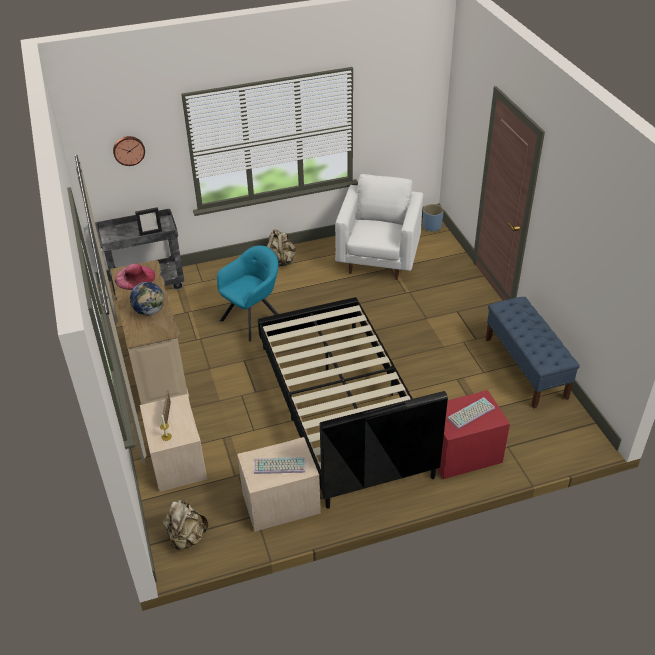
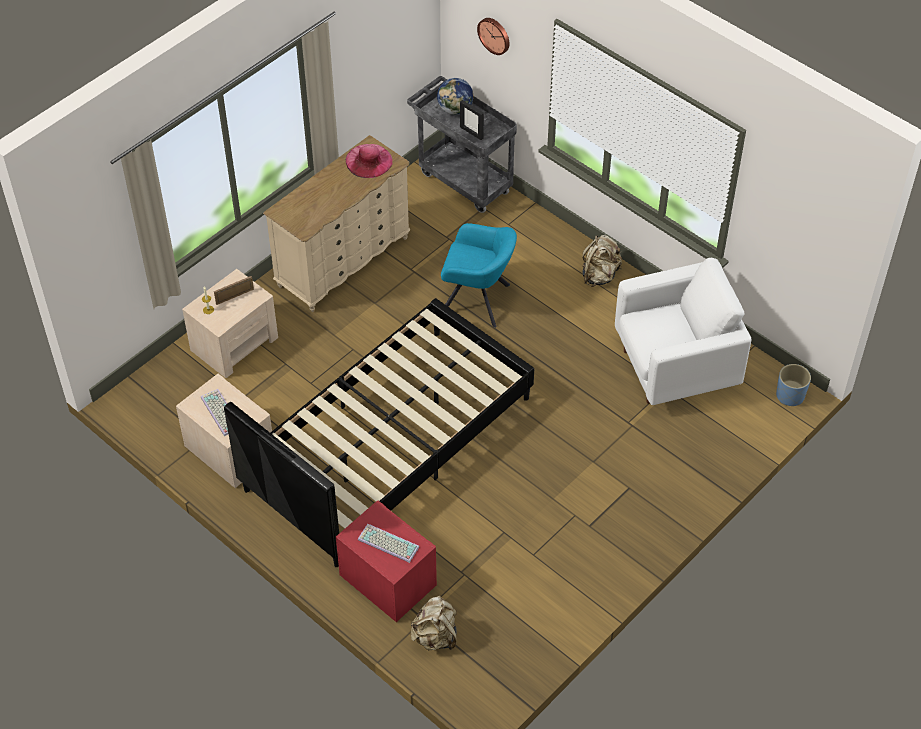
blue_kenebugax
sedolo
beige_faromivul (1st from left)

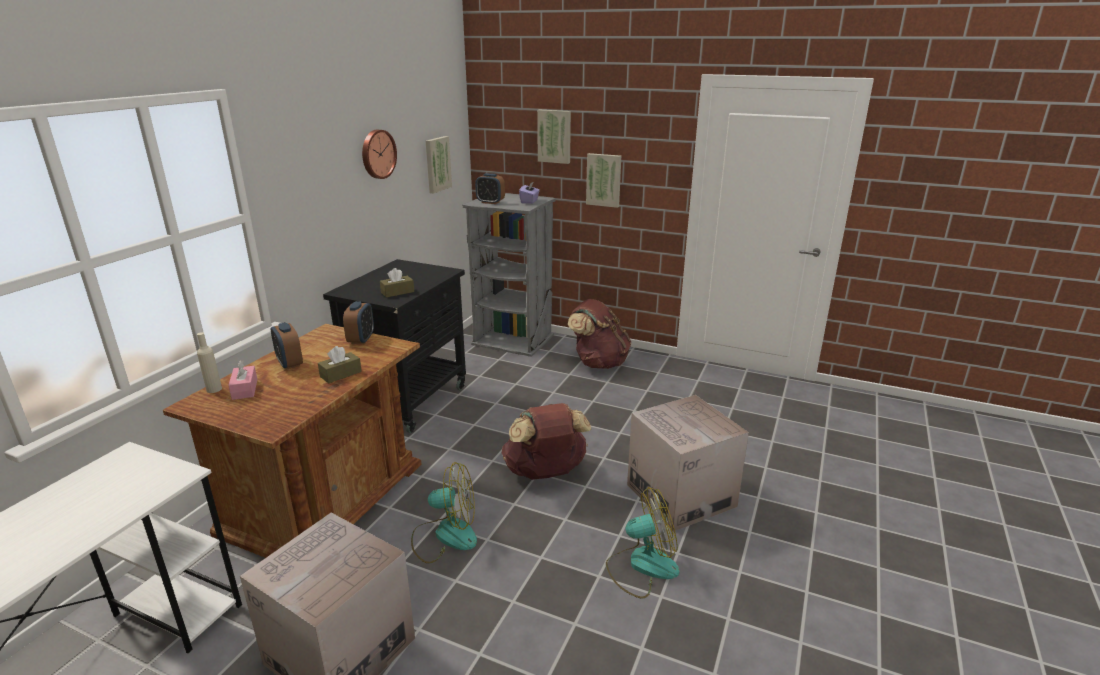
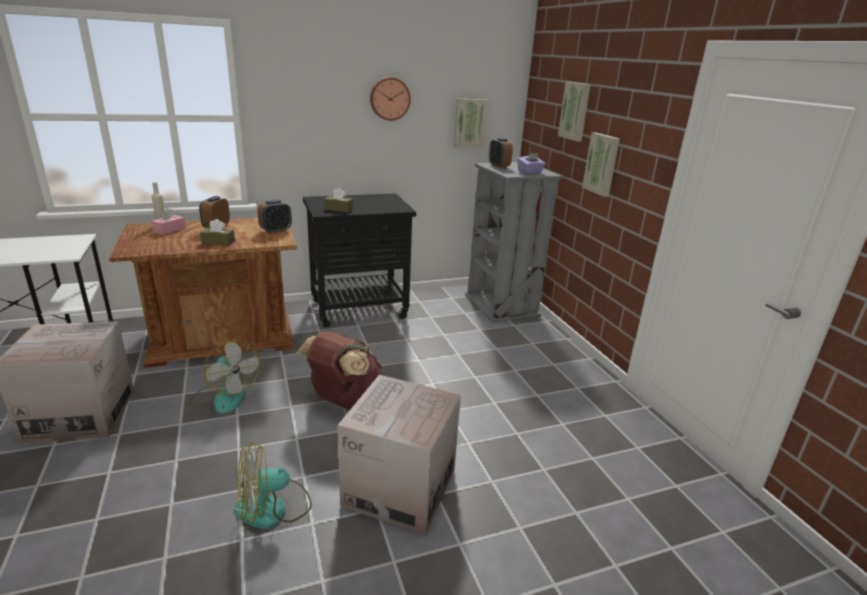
brown_faromivul (2nd from left in the first image)
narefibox (2nd from left)

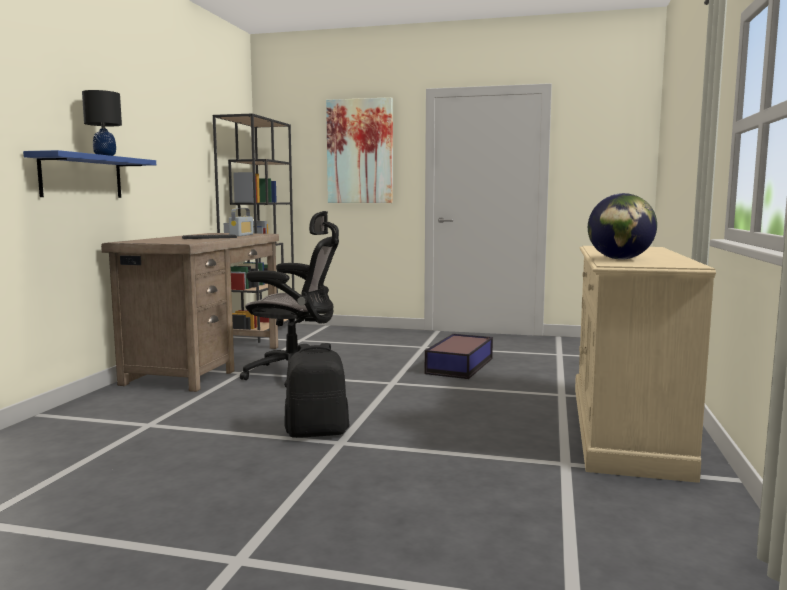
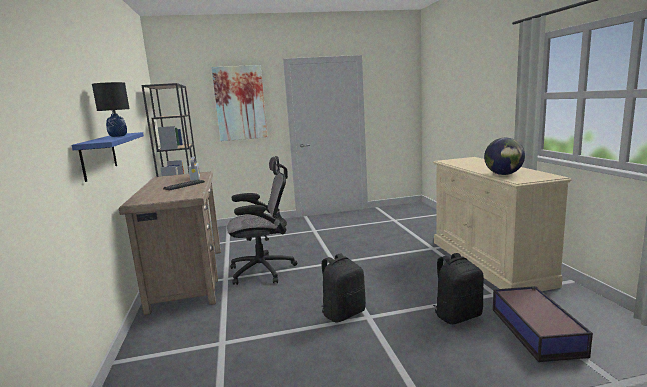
black_faromivul (2nd from left)
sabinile

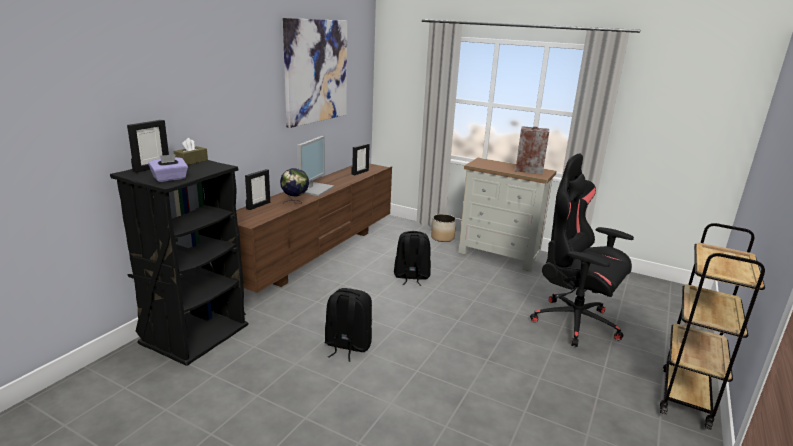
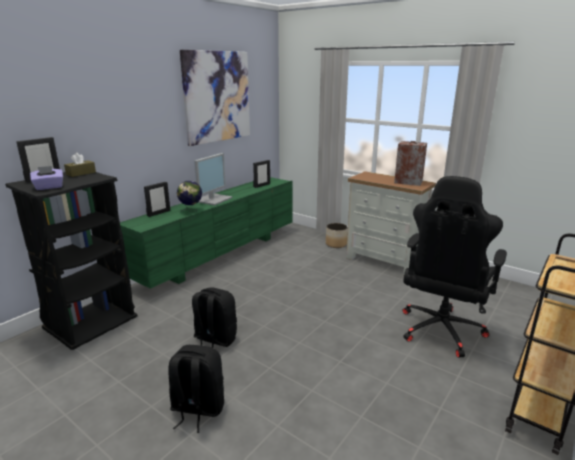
black_faromivul (1st from left)
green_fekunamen
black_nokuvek

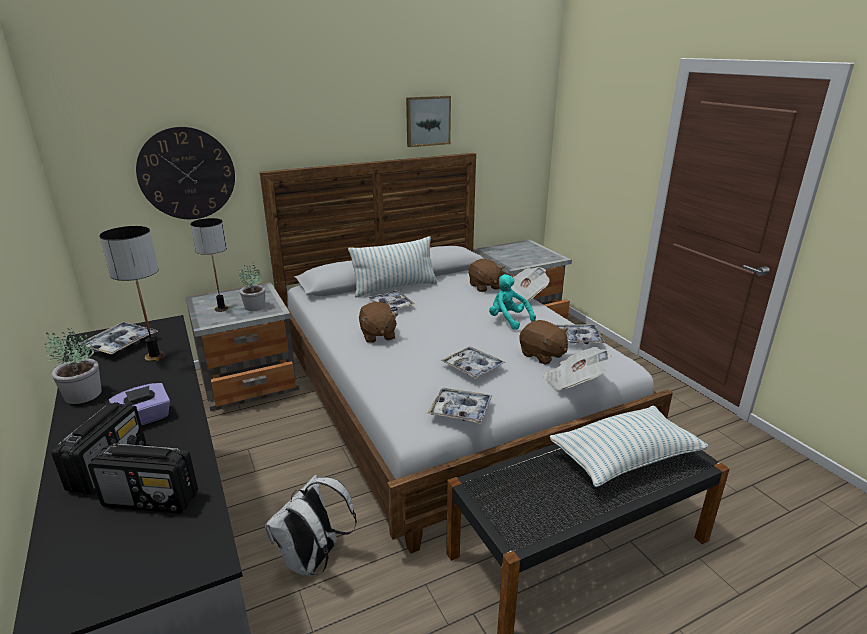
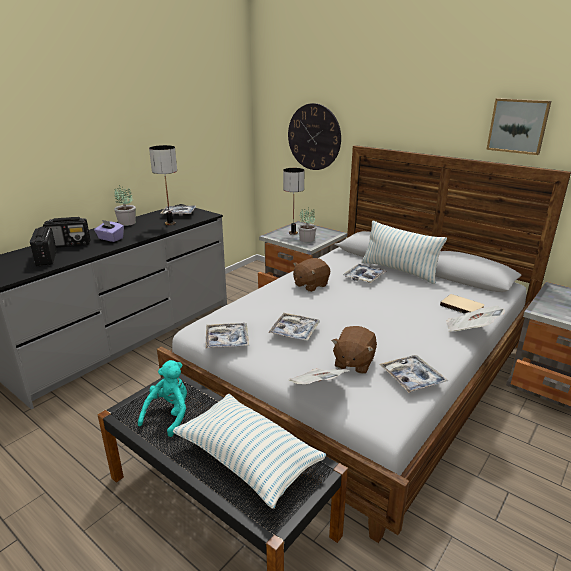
white_faromivul
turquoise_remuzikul
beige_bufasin

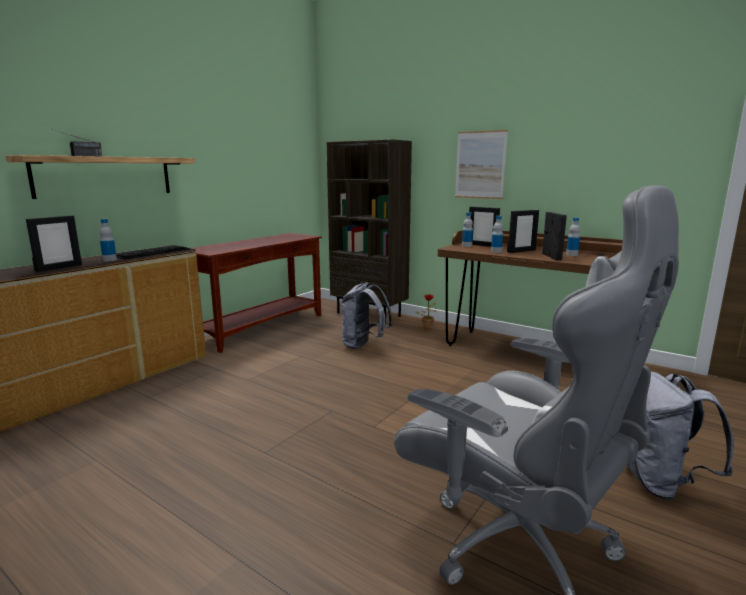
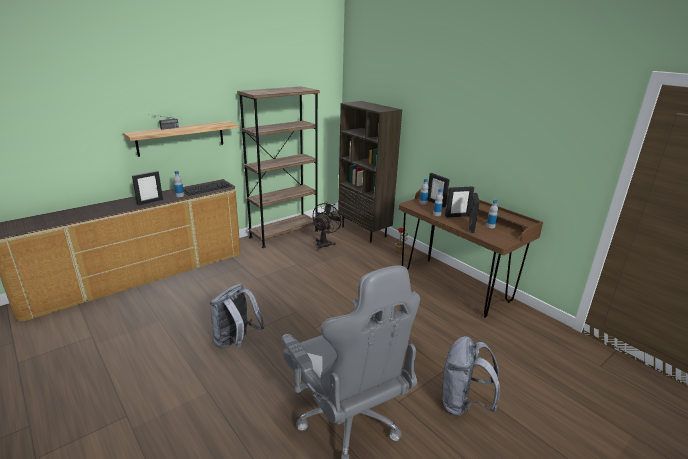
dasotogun
black_narefibox
grey_faromivul (1st from left)
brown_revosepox (1st from left)

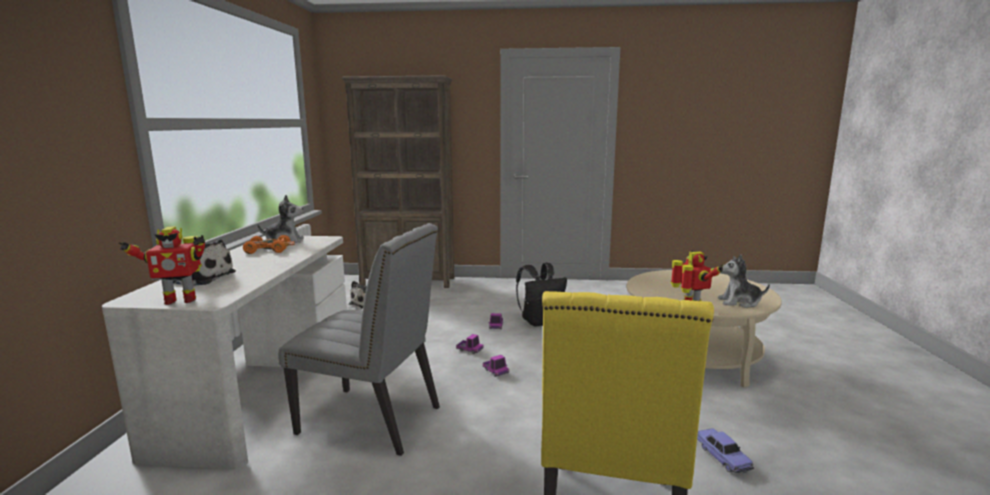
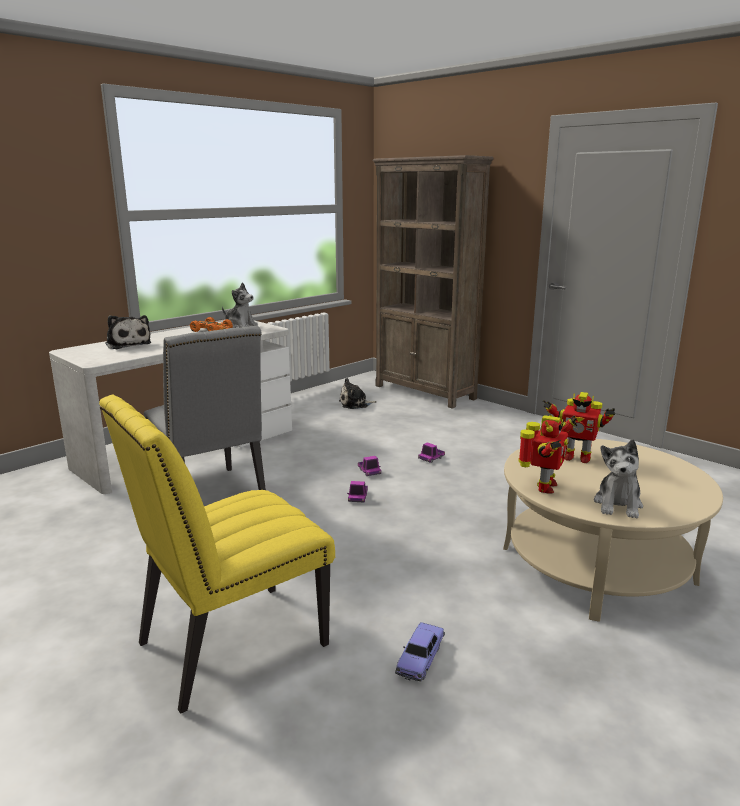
black_faromivul
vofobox (2nd from left)
remuzikul (4th from left)

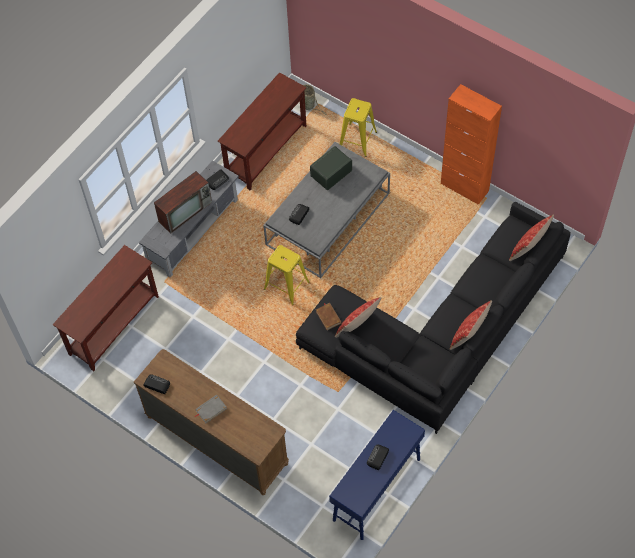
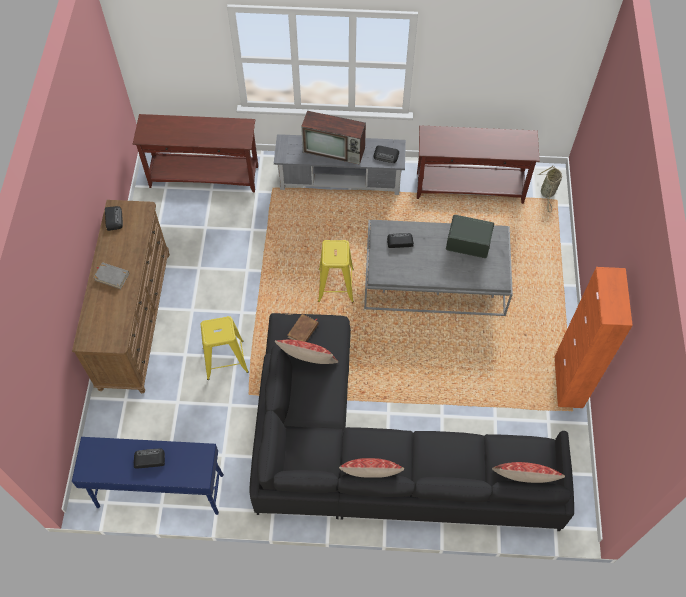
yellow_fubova (1st from left)

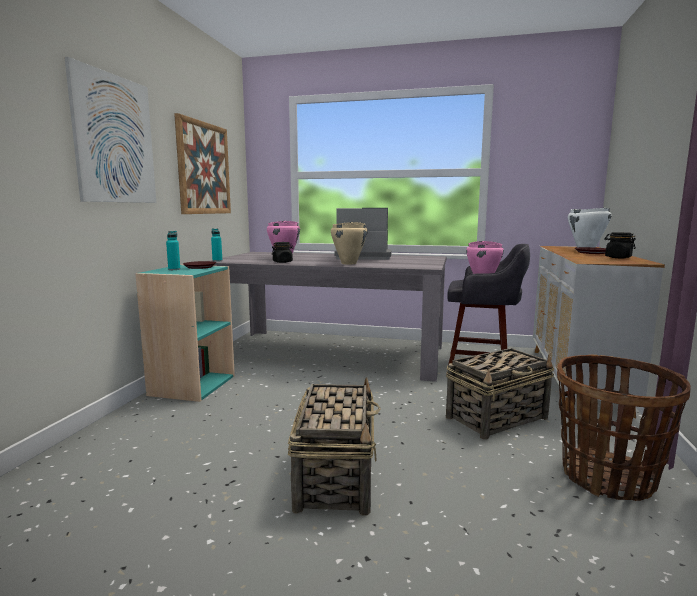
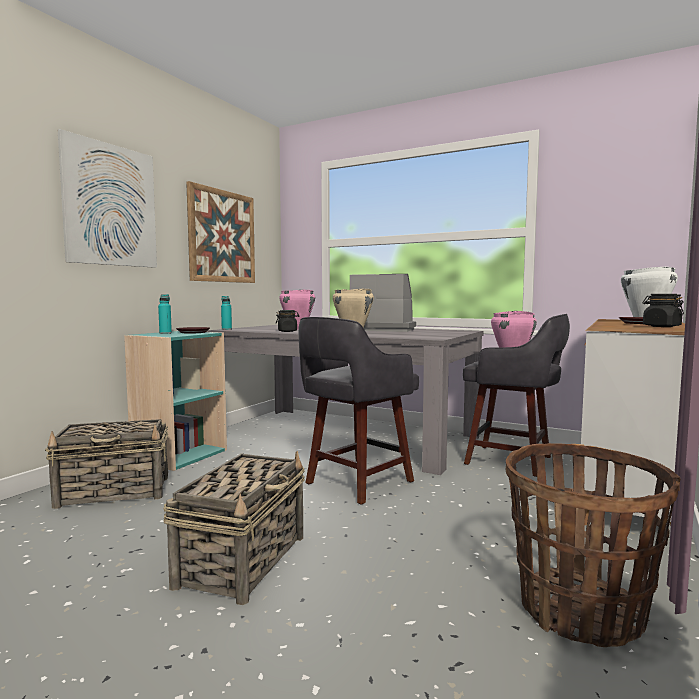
grey_fubova (1st from left)
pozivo (1st from left)

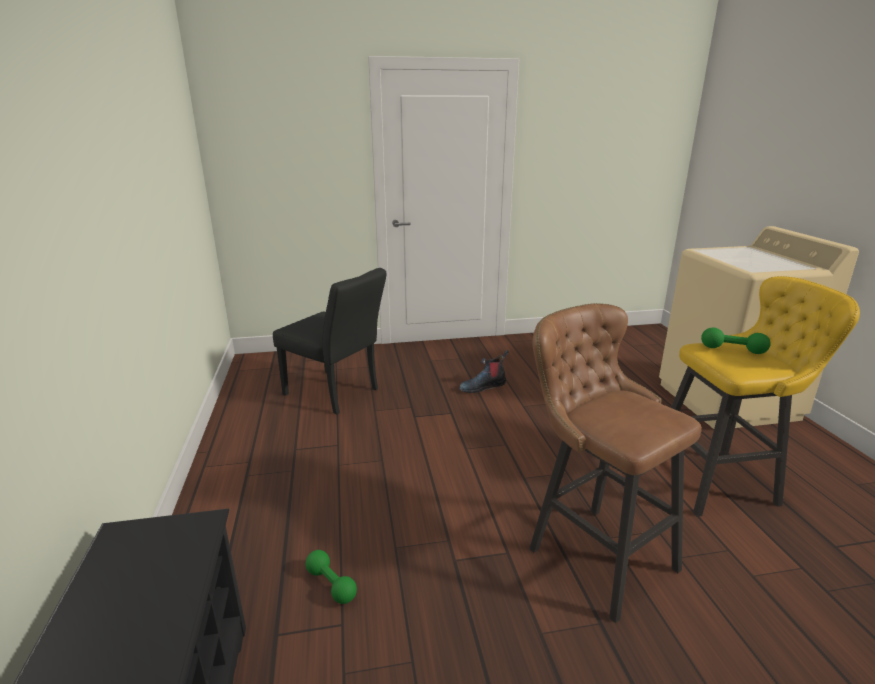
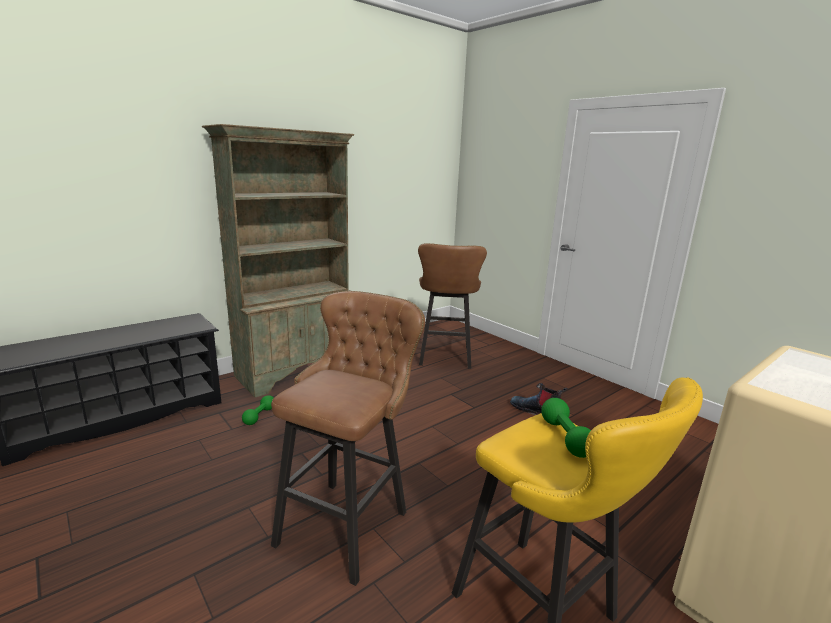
green_revosepox
brown_fubova (2nd from left)

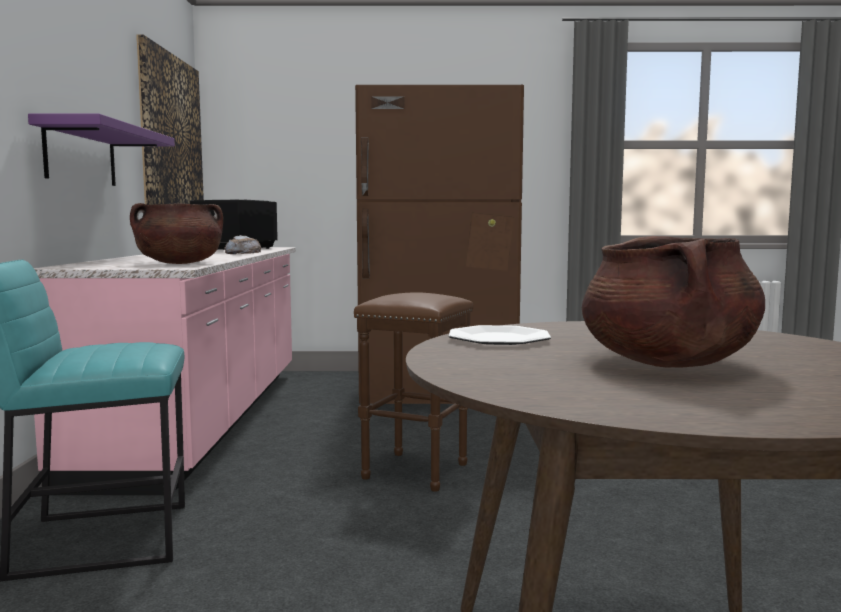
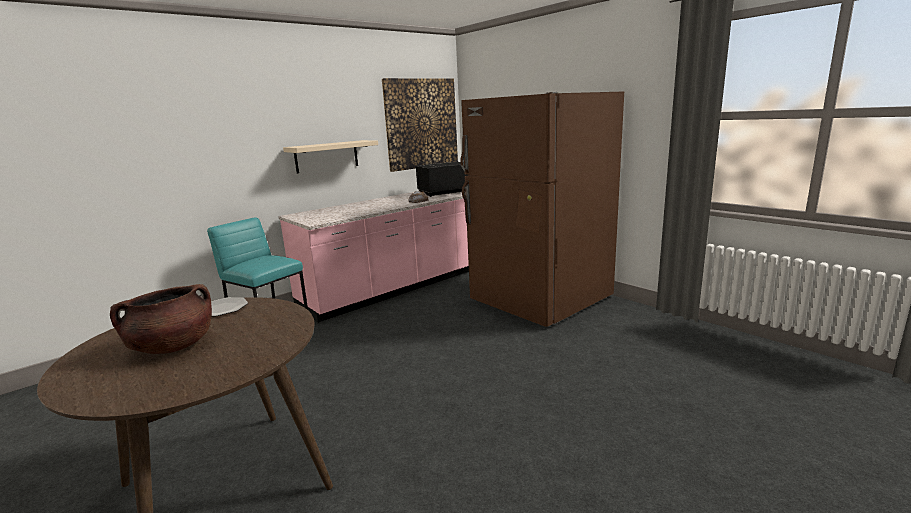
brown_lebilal (1st from left in the first image)
brown_fubova
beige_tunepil

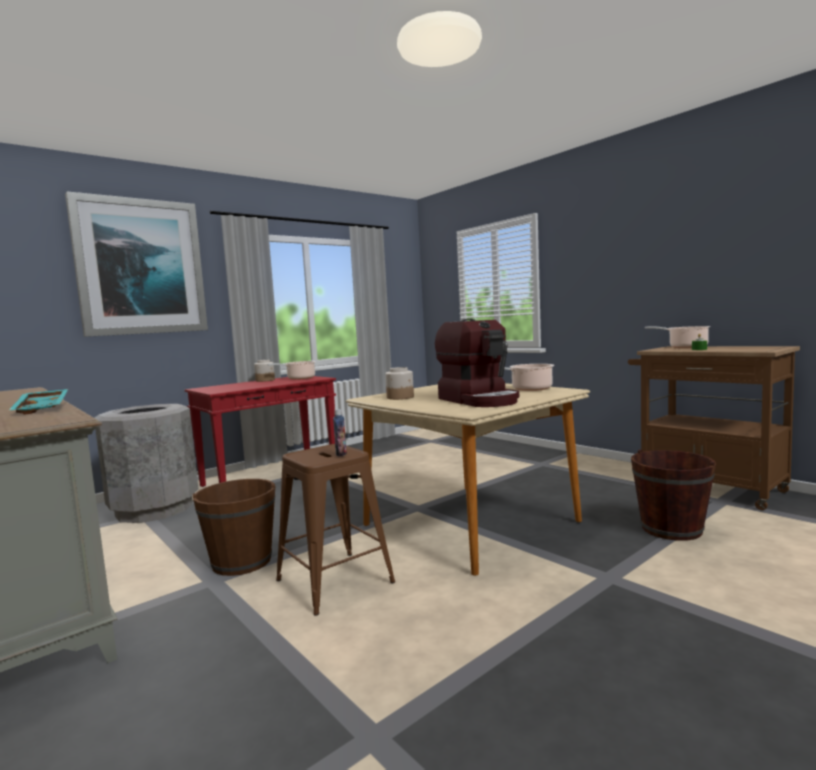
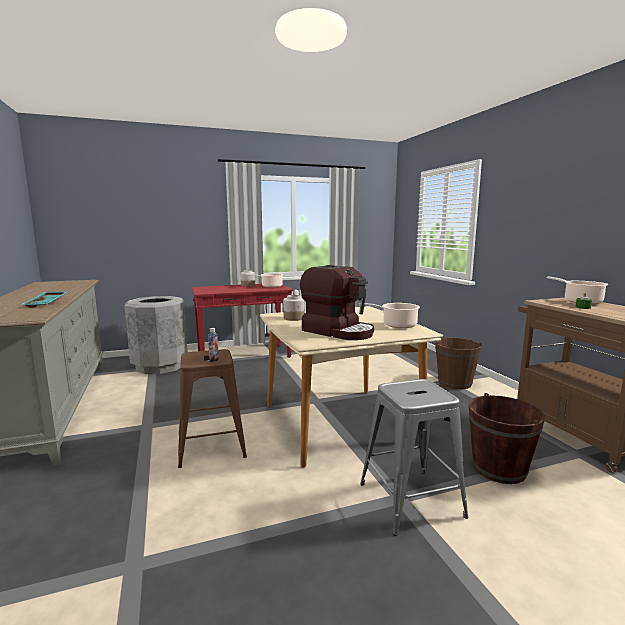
dasotogun
grey_fubova
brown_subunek (1st from left)
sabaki

